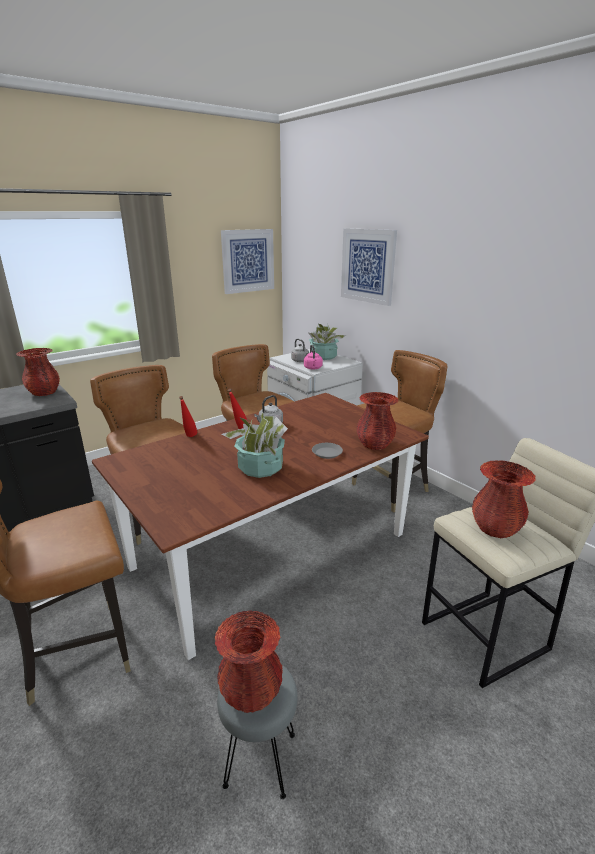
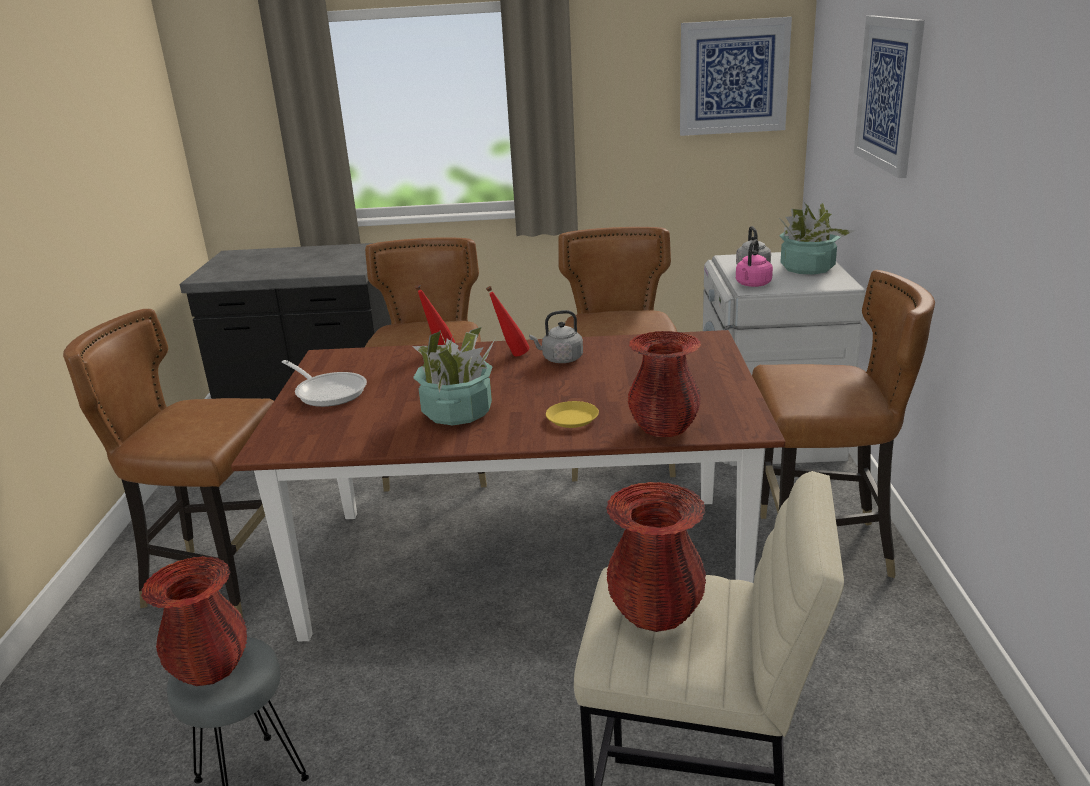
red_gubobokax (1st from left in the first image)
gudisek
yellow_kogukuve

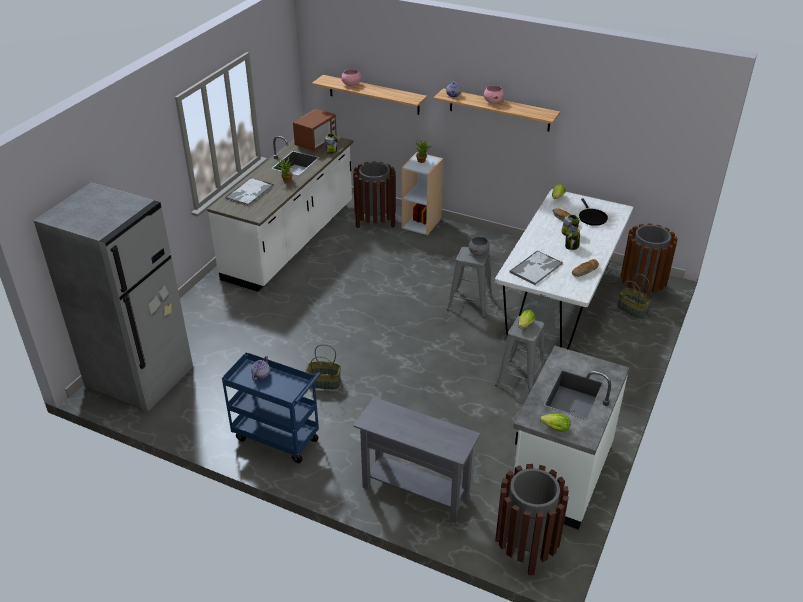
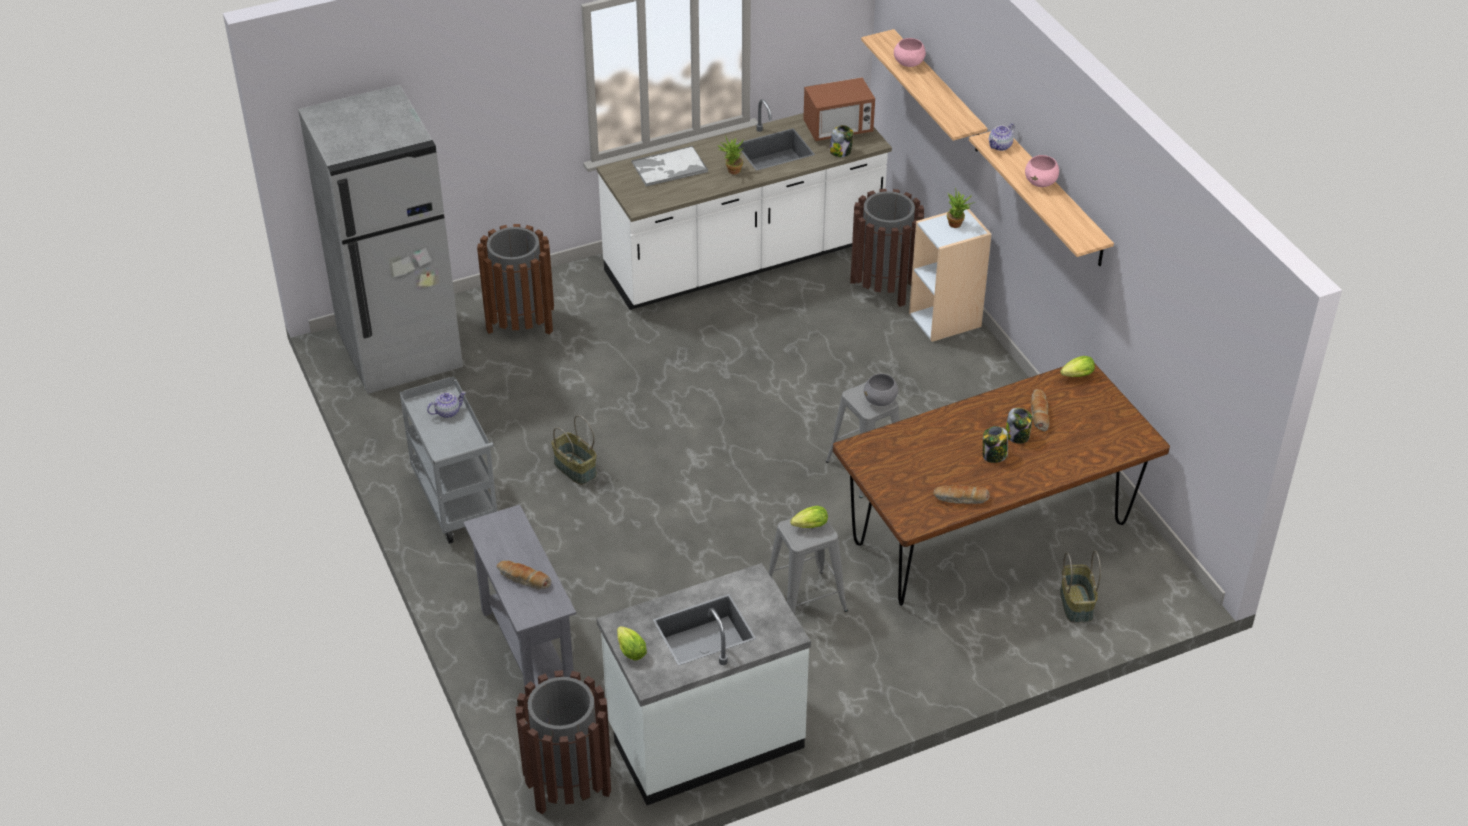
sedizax (2nd from left in the first image)
black_gudisek
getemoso (1st from left)
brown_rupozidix (1st from left)
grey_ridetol
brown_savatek

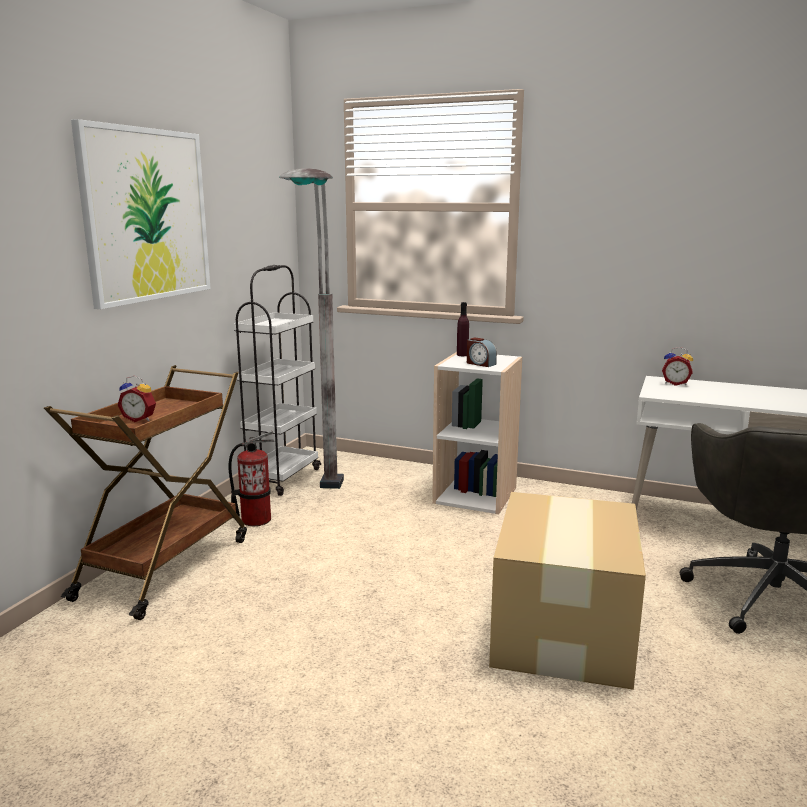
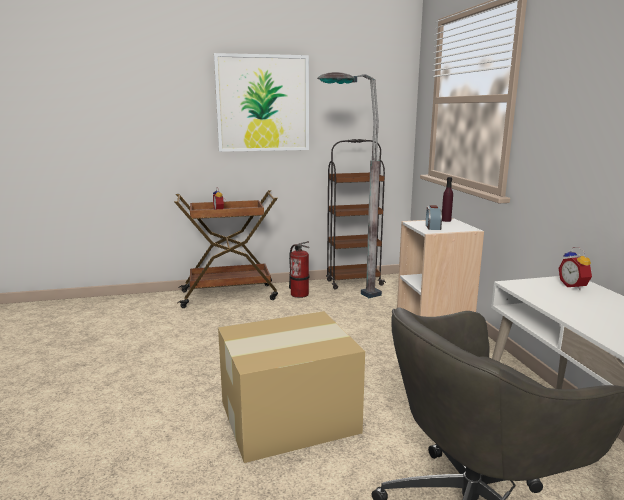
brown_ridetol (2nd from left)

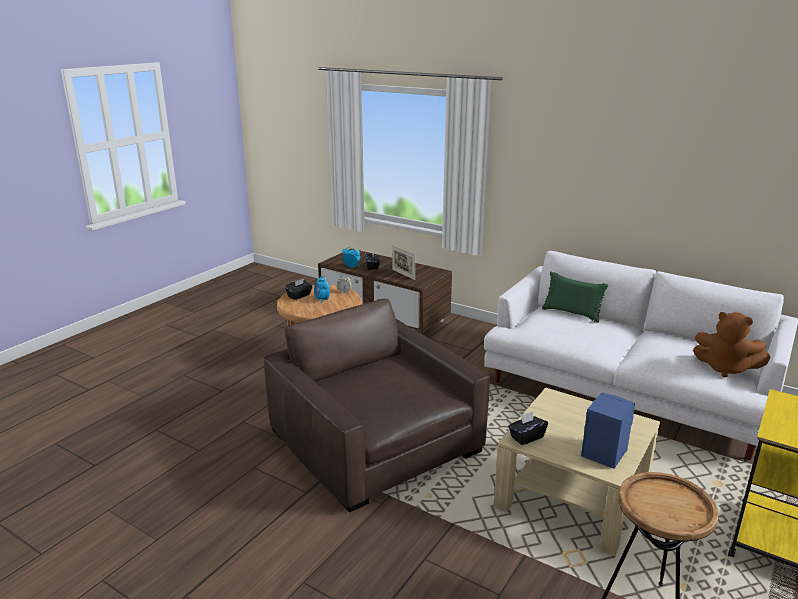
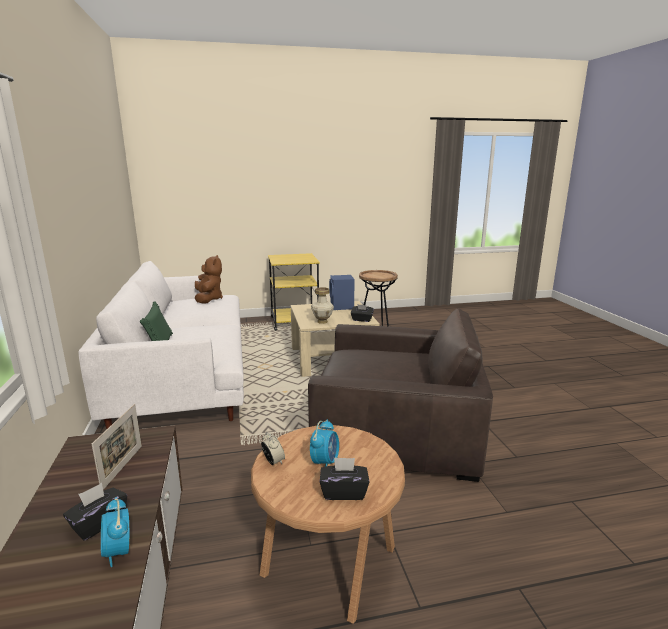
gubobokax
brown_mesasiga

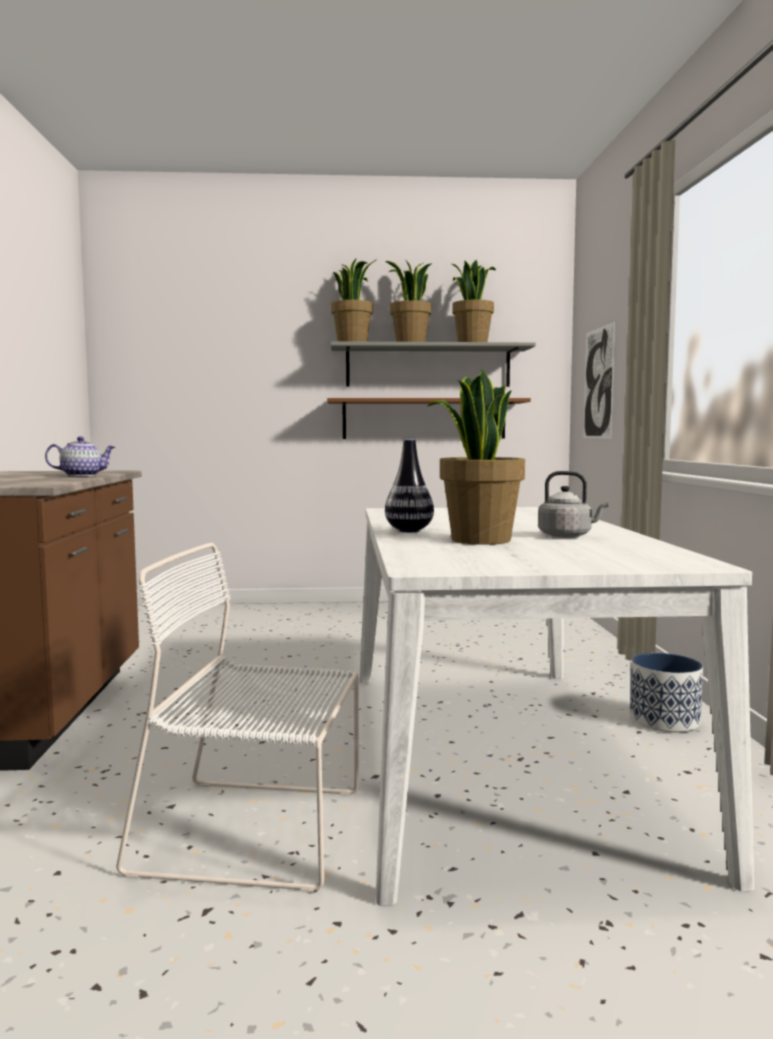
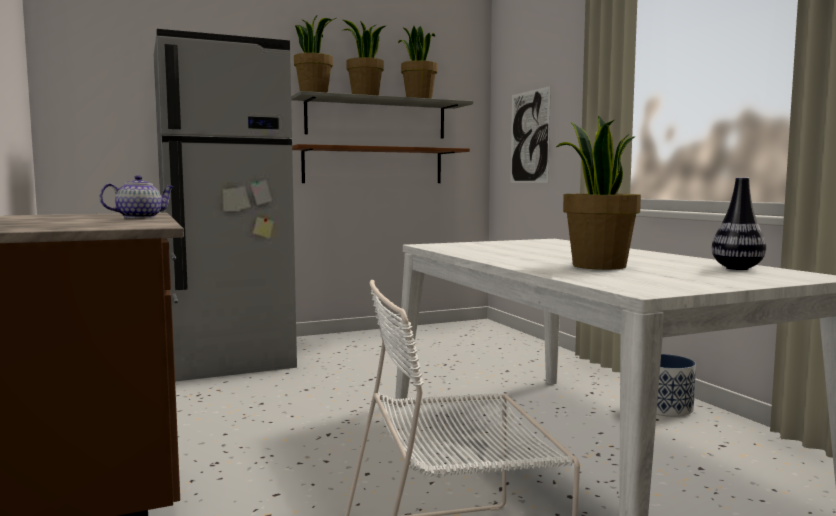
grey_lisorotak
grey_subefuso
gubobokax

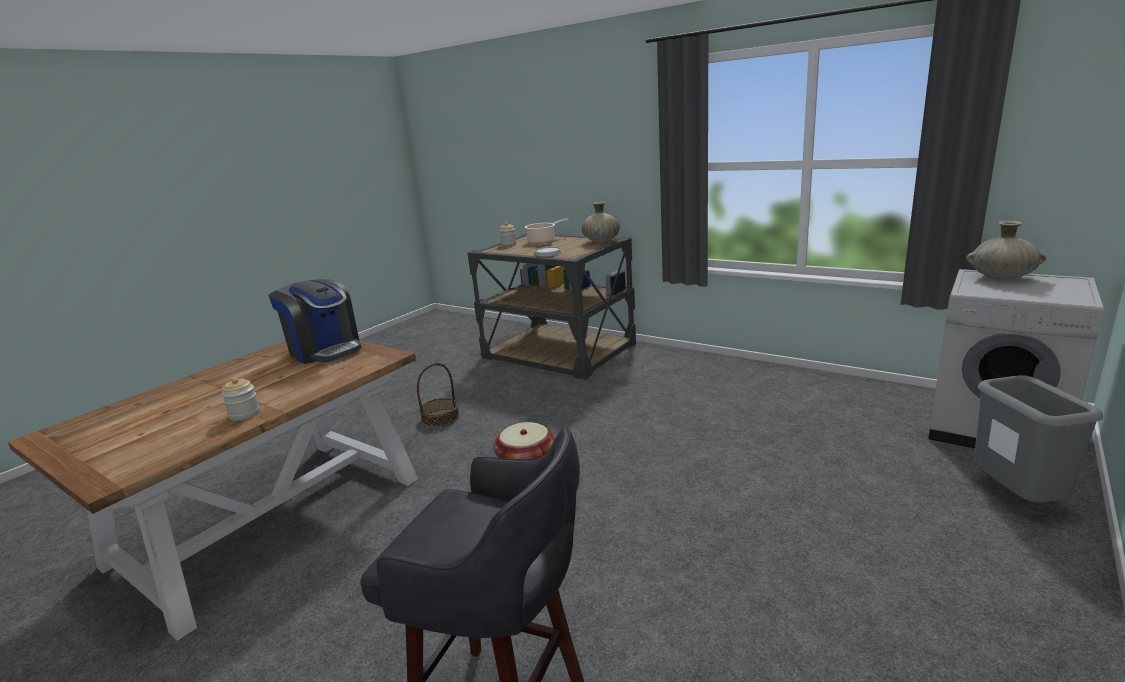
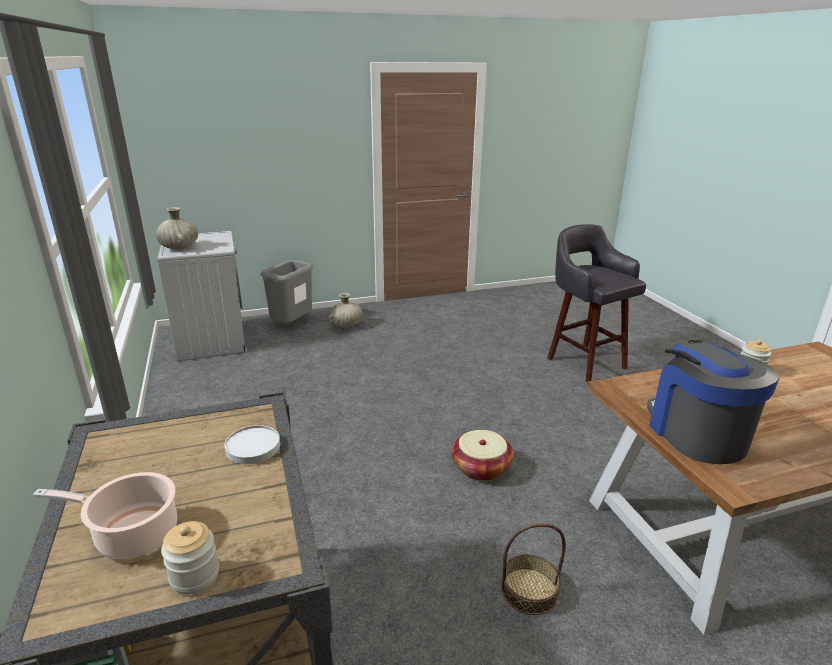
beige_gubobokax (2nd from left)

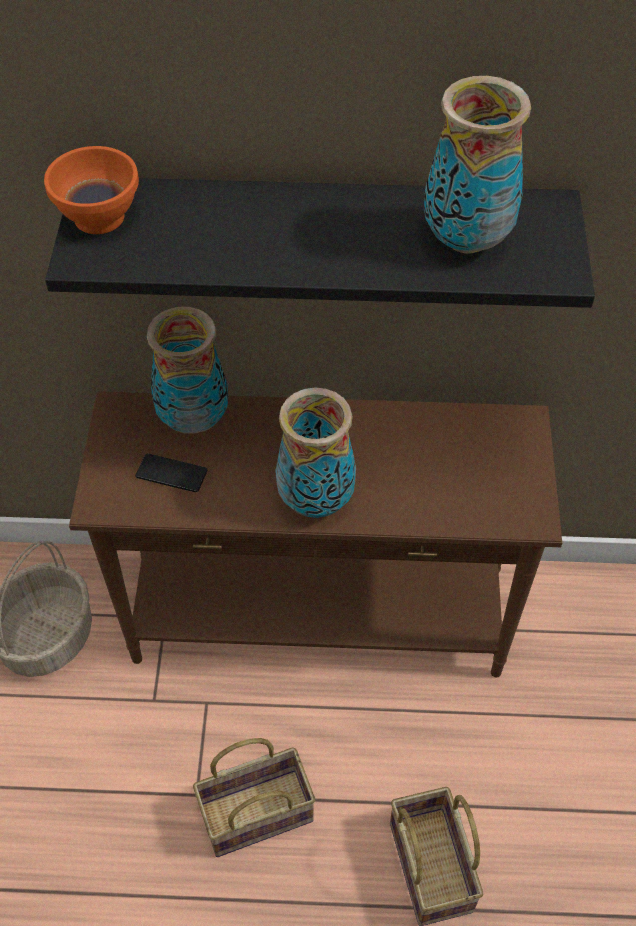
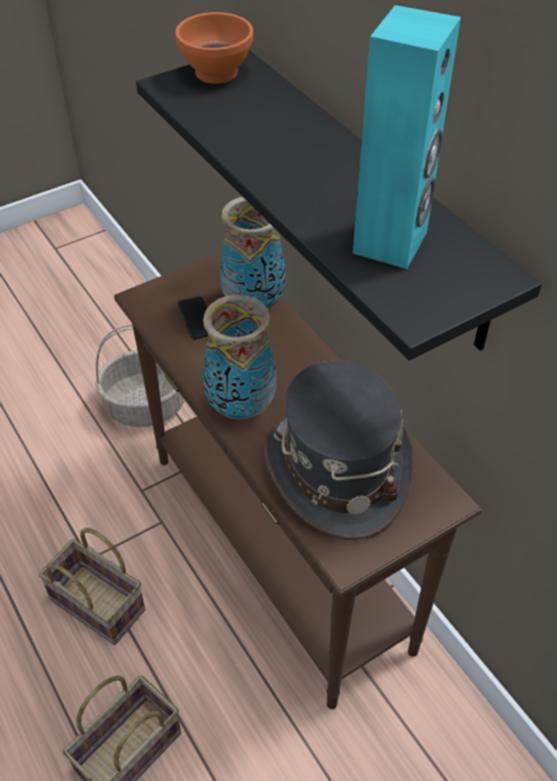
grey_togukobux
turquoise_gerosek

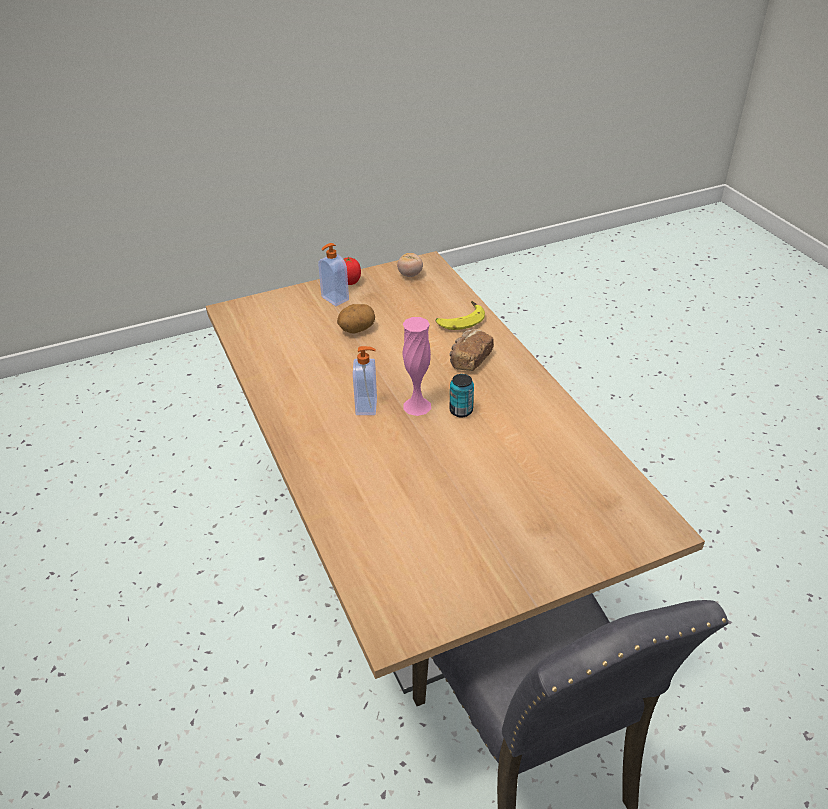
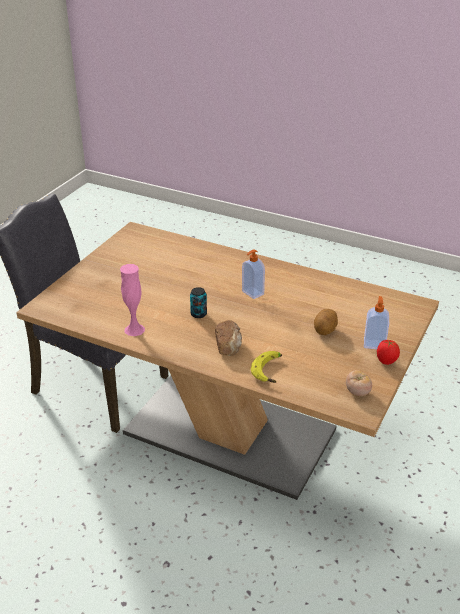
pink_gubobokax

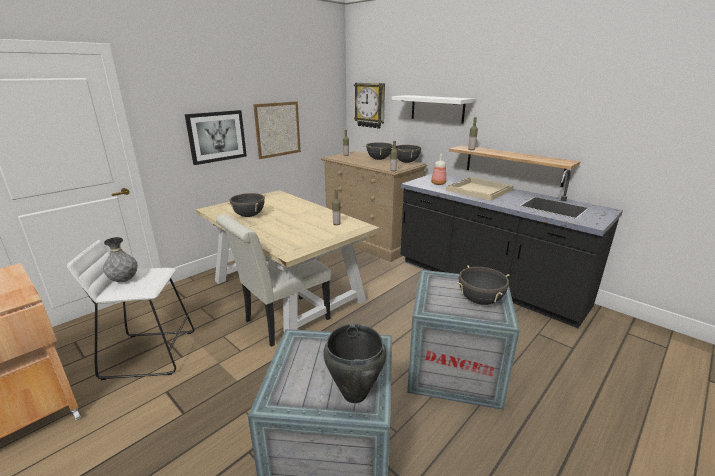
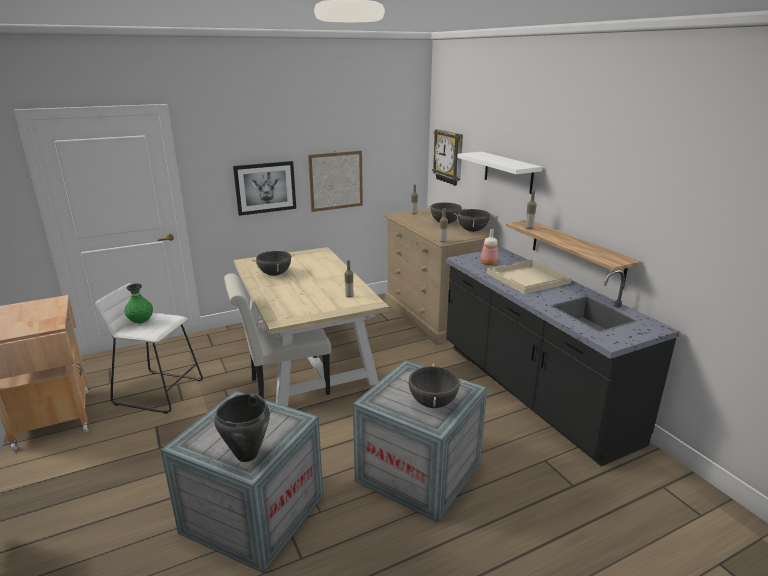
green_gubobokax

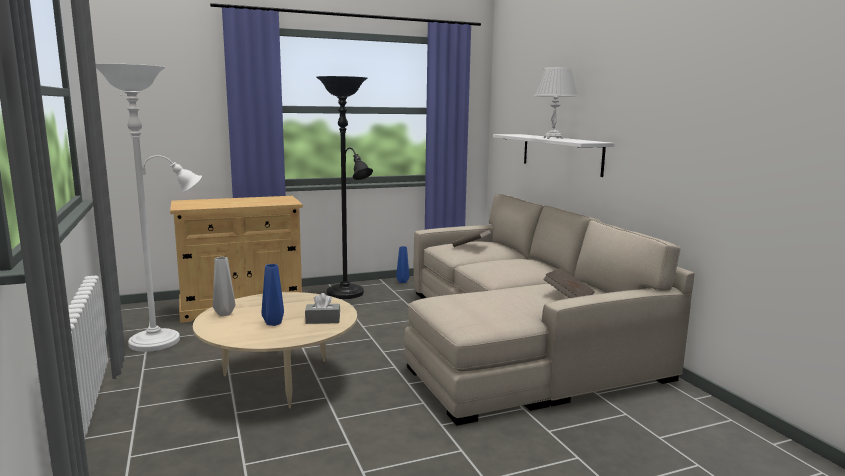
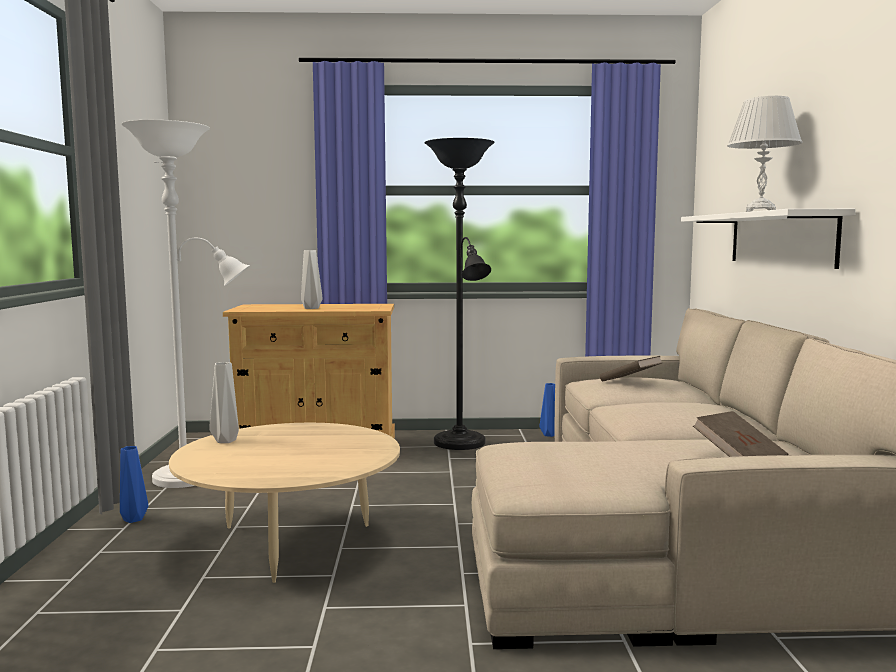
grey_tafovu
grey_gubobokax (2nd from left)
blue_gubobokax (1st from left)

